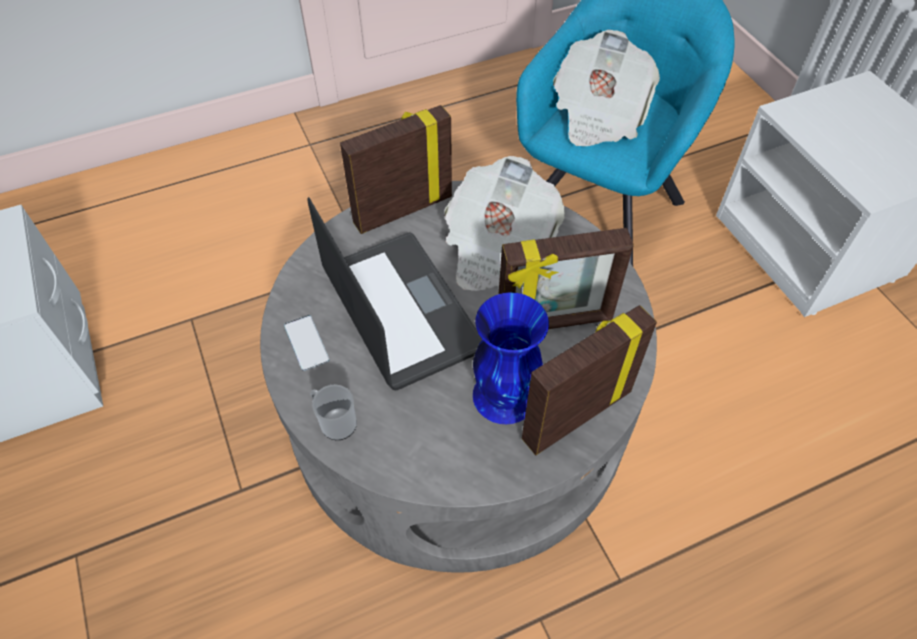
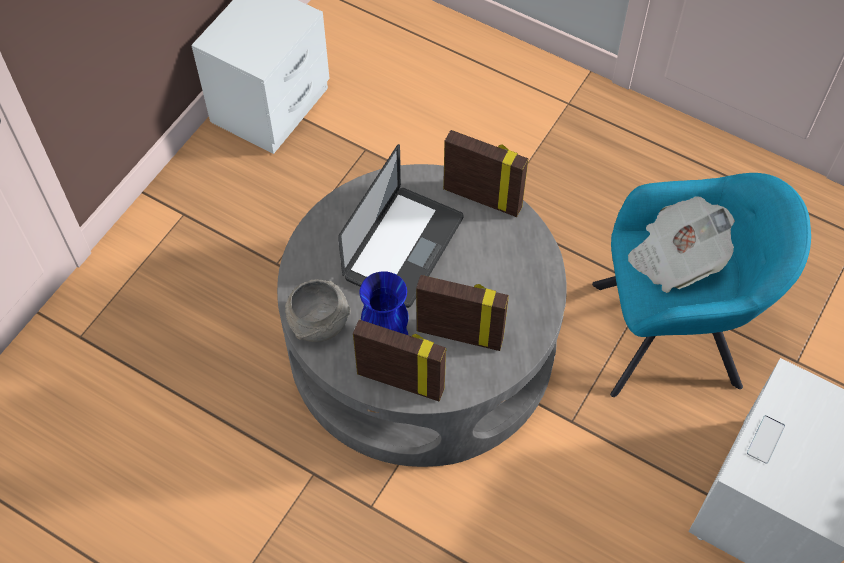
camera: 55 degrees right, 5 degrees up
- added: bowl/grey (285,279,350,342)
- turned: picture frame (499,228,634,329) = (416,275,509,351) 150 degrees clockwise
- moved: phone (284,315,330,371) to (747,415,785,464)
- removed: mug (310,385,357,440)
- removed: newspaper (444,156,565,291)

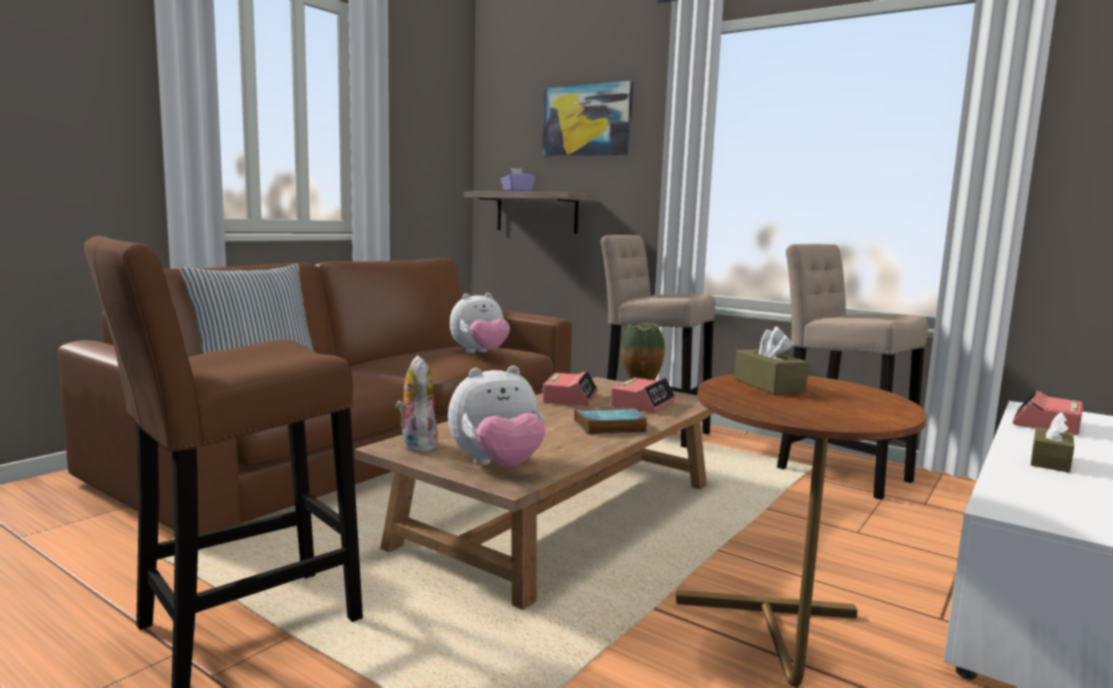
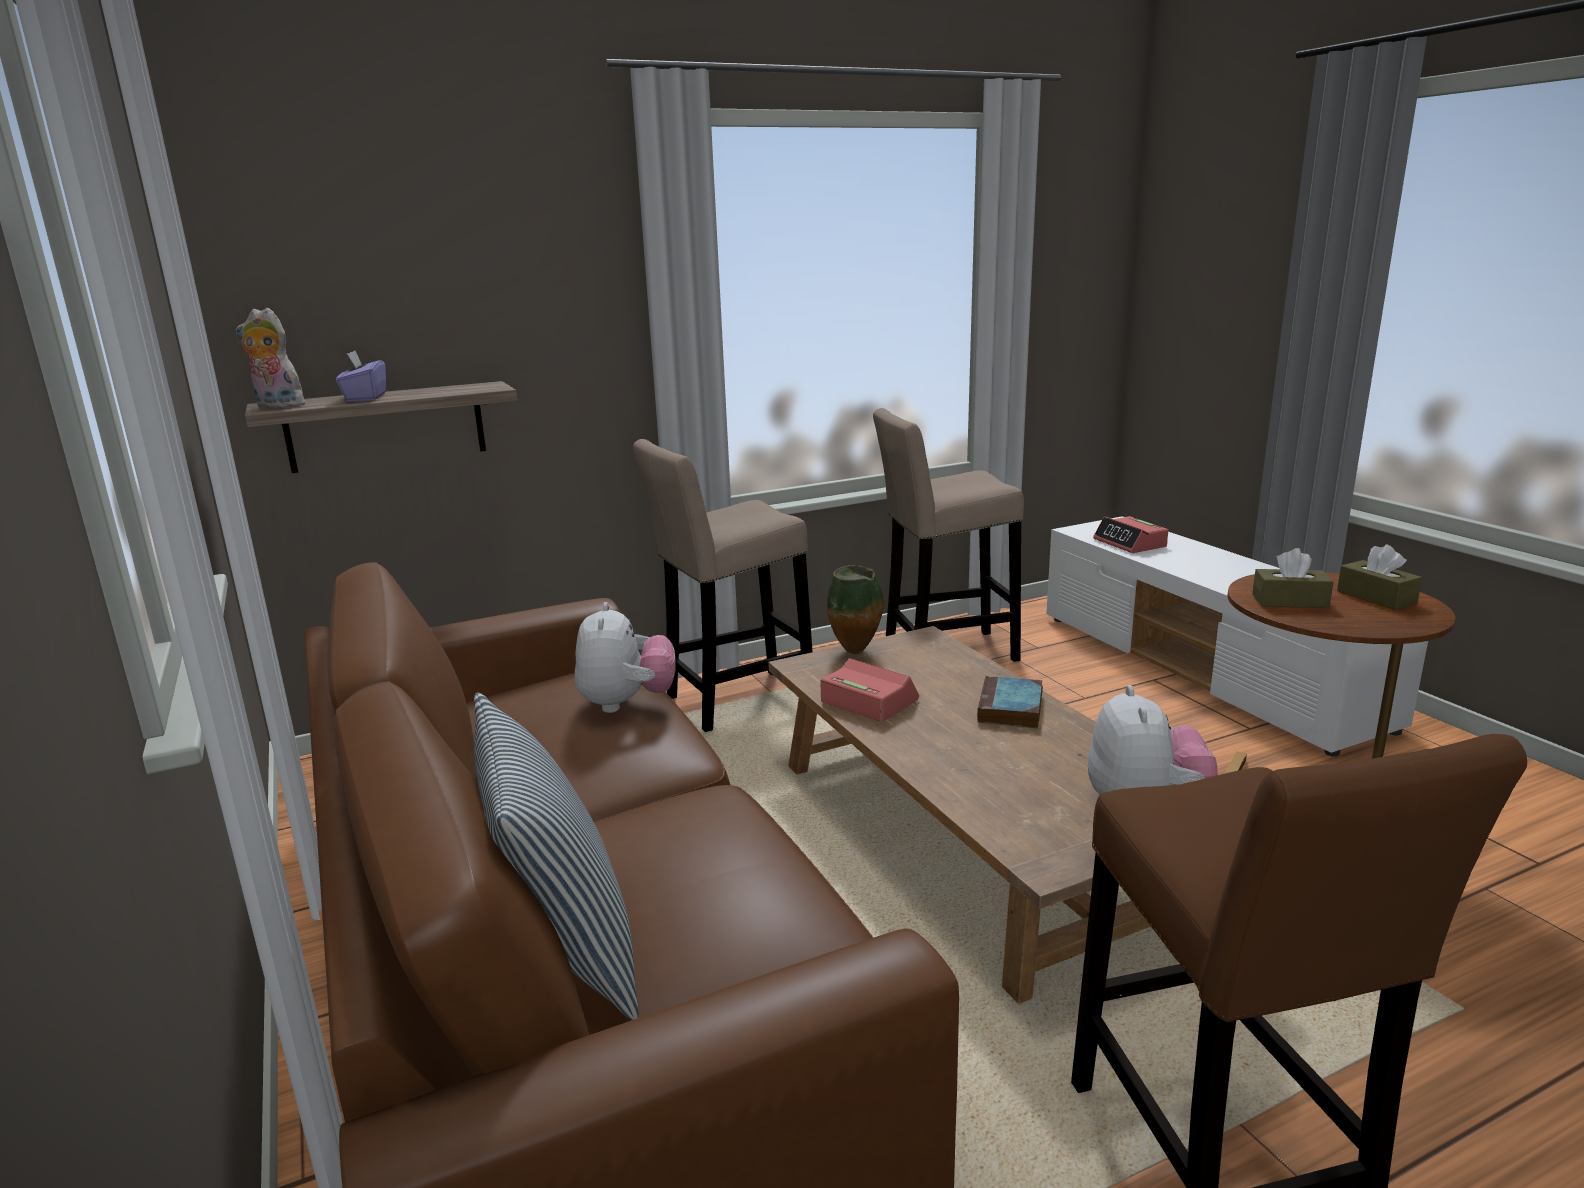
camera: 60 degrees left, 10 degrees up
- moved: plush toy (396,355,438,452) to (236,308,307,408)
- moved: tissue box/brown (1031,412,1074,473) to (1337,545,1422,610)
- removed: picture (542,80,633,157)
- removed: alarm clock (610,377,676,413)

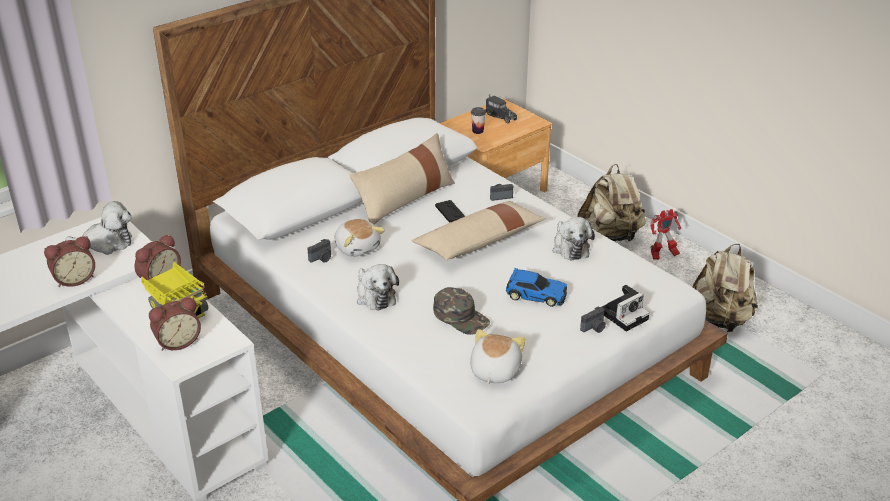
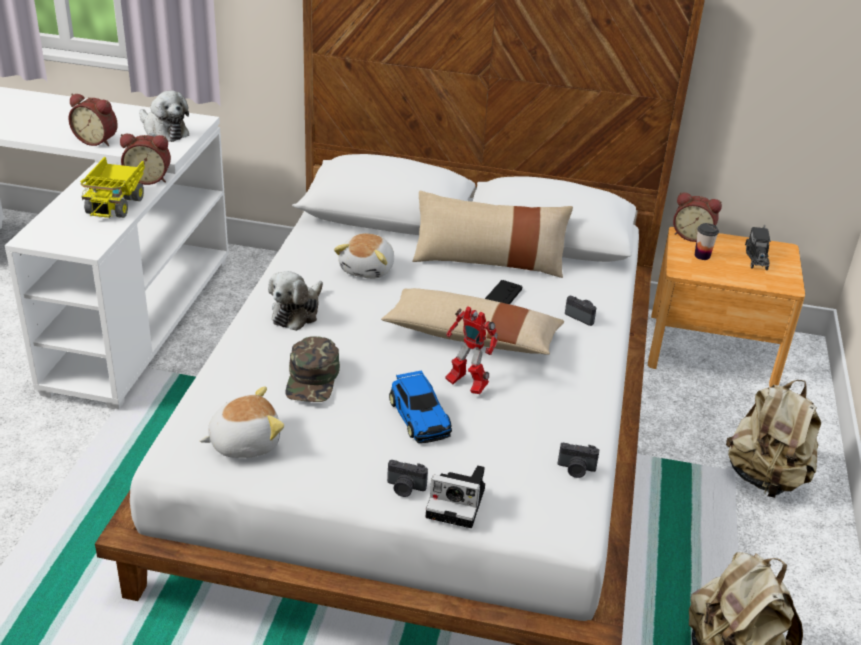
camera: 50 degrees right, 0 degrees up
- moved: toy robot (650,209,681,260) to (445,306,498,394)
- moved: photo camera (307,239,331,262) to (558,443,599,478)
- moved: alarm clock (149,297,201,351) to (673,192,722,242)
- removed: plush toy (553,217,595,260)

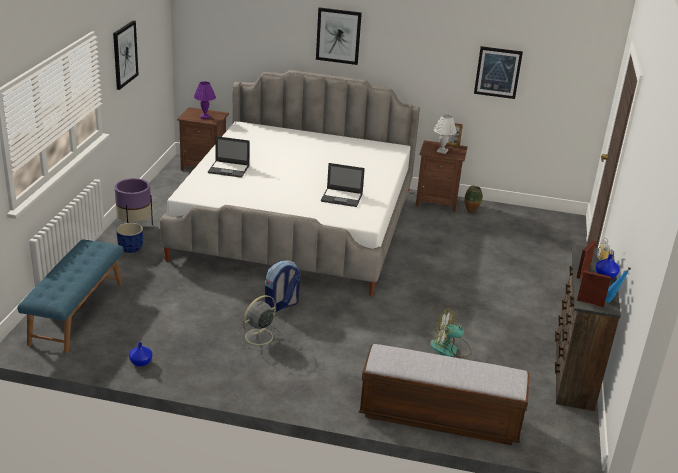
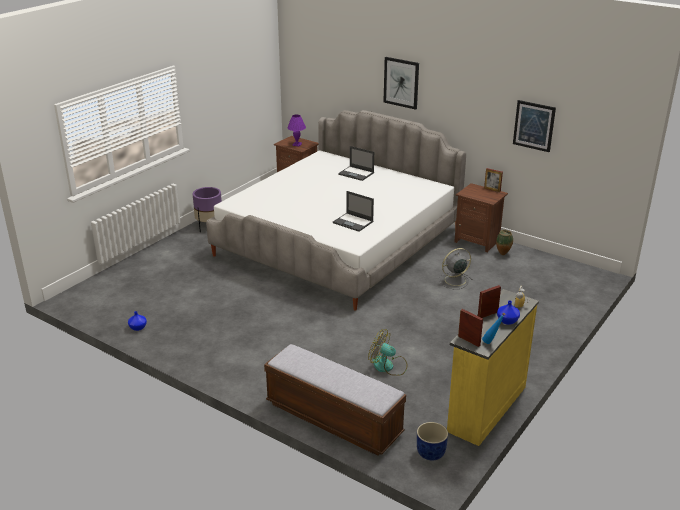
camera: 25 degrees right, 0 degrees up
- moved: laptop (208,136,250,178) to (338,146,374,181)
- moved: planter/blue (116,223,143,253) to (417,422,448,461)
- moved: fan/grey (238,295,281,351) to (439,248,473,290)
- recoloured: dresser/brown (555,245,621,411) to dresser/yellow (447,289,539,446)
- removed: bench/blue (17,239,124,353)
- removed: picture (113,20,139,90)
- removed: backpack (265,260,300,313)
- removed: table lamp/white (434,114,457,154)

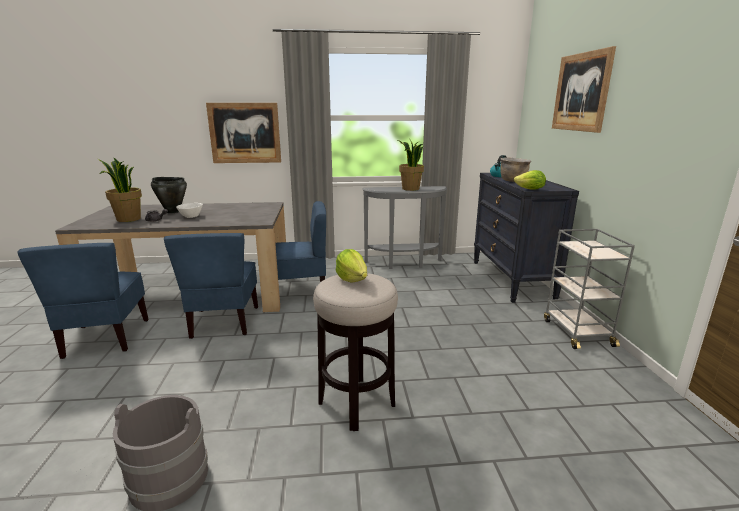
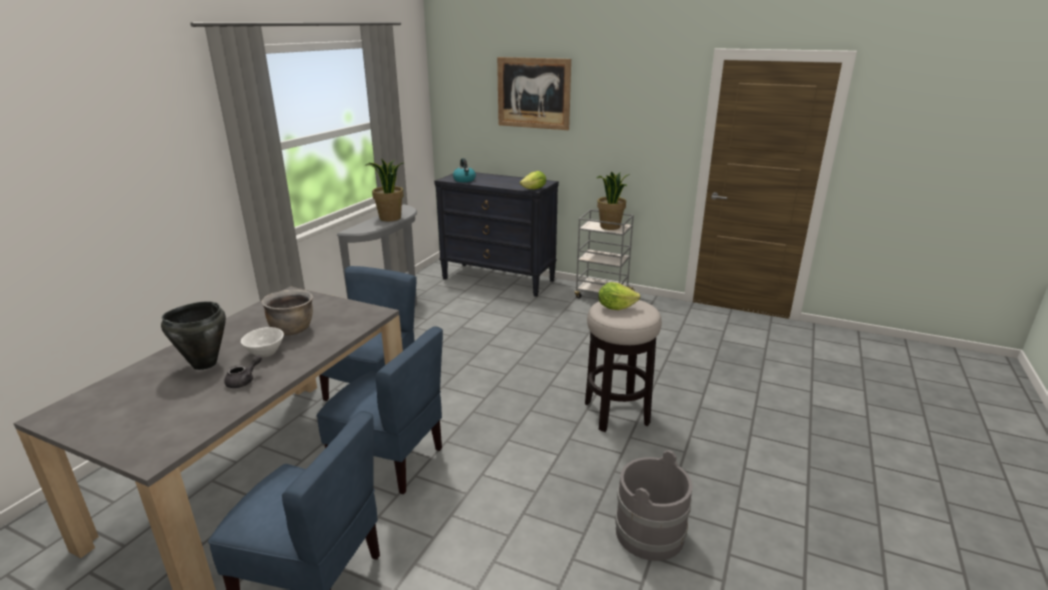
camera: 60 degrees left, 5 degrees up
- moved: cooking pot/brown (500,158,531,182) to (261,290,313,335)
- moved: potted plant (98,157,142,222) to (597,171,630,230)
- removed: picture (206,103,281,163)

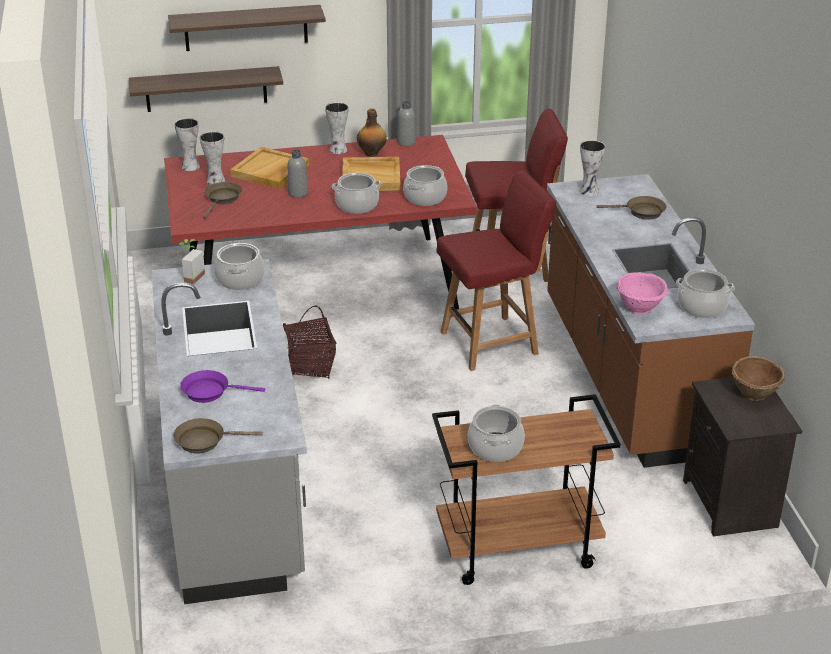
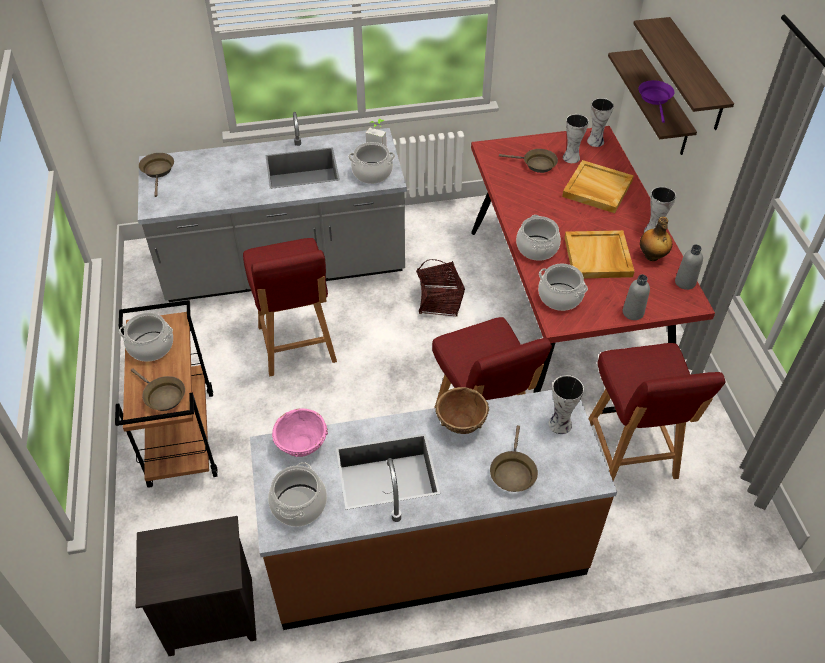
camera: 90 degrees right, 15 degrees up
- added: frying pan/brown (131,368,185,411)
- added: chair/red (243,238,337,376)
- moved: bowl/brown (732,356,785,401) to (435,387,489,434)
- moved: bottle/grey (288,149,308,198) to (623,275,650,320)
- moved: frying pan/purple (180,370,265,403) to (638,80,675,123)

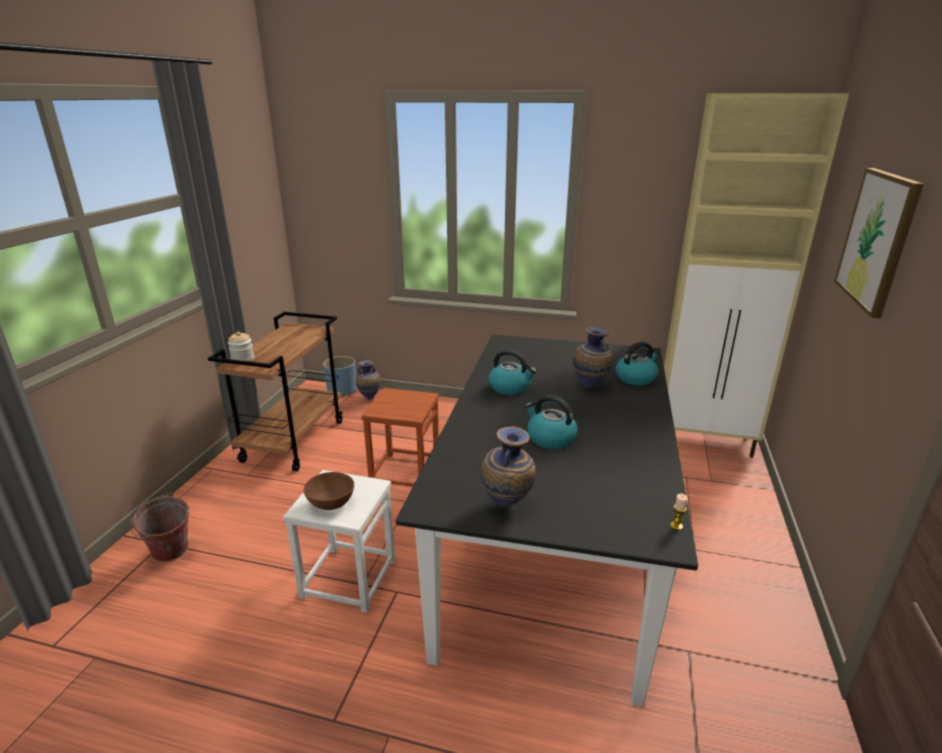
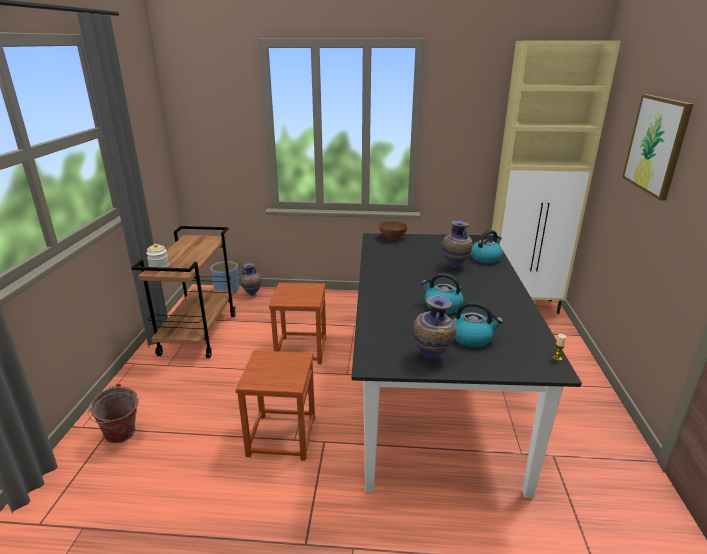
camera: 10 degrees left, 0 degrees up
- recoloured: stool/white (283,470,395,613) to stool/brown (235,350,315,461)
- moved: bowl/brown (303,472,354,510) to (379,221,408,239)
- moved: kettle (488,350,537,395) to (453,301,503,347)

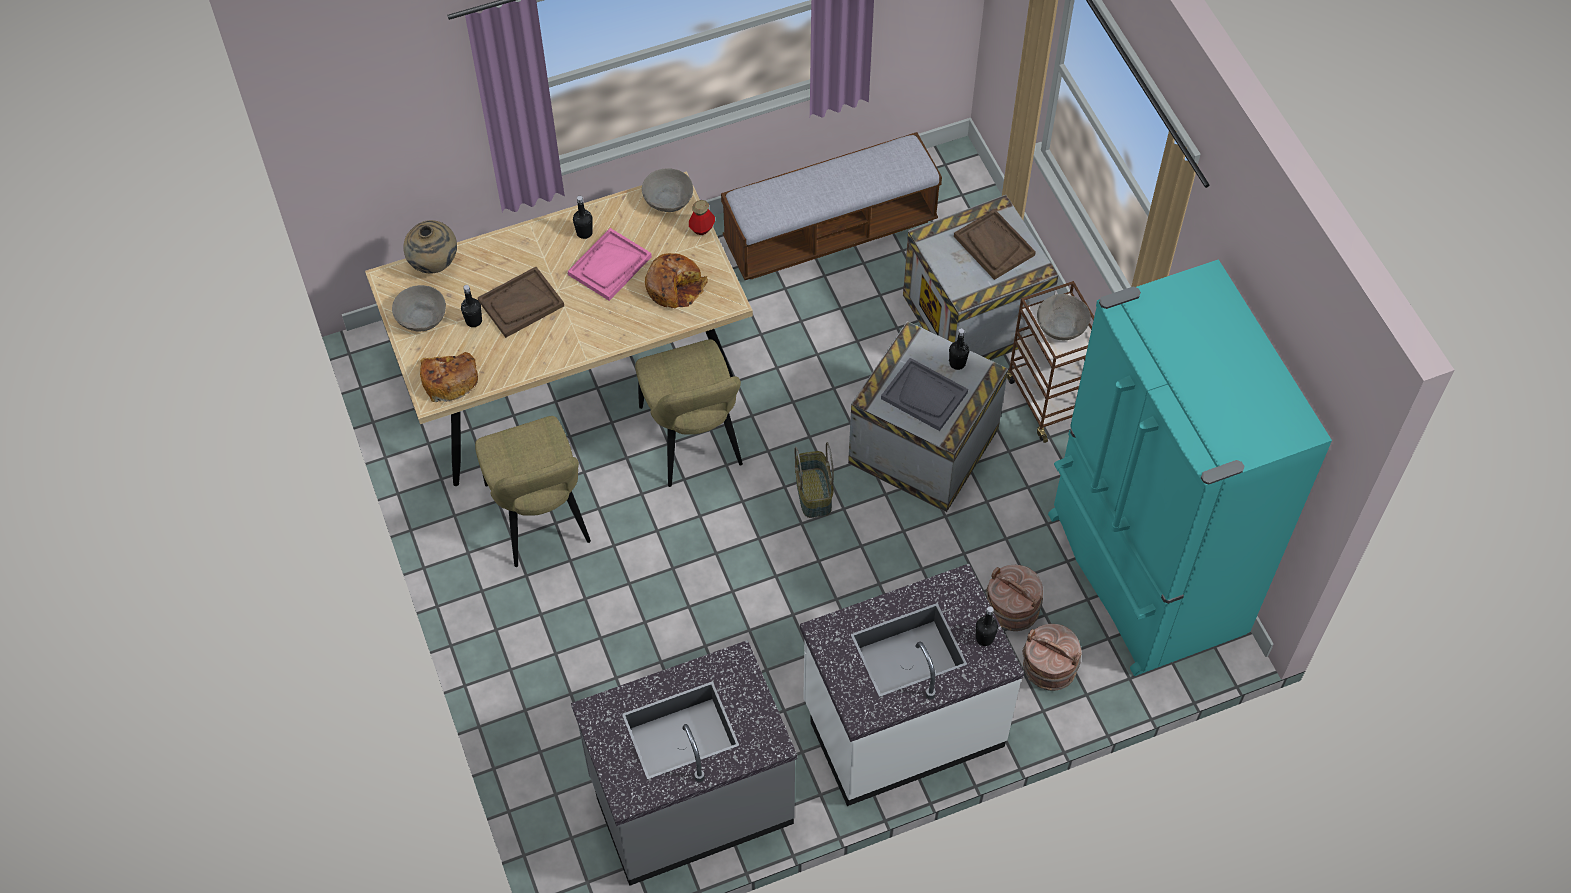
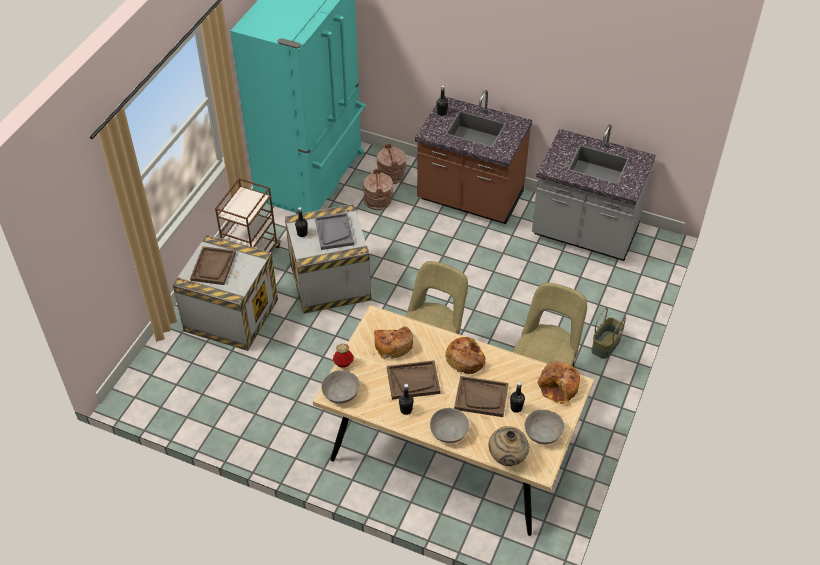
camera: 135 degrees left, 10 degrees down
- recoloured: tray/pink (568,228,652,301) to tray/brown (387,360,441,400)
- recoloured: counter/white (800,564,1024,806) to counter/brown (415,90,532,224)
- moved: bowl/grey (1037,294,1091,340) to (430,408,470,443)
- added: bread (445,337,486,374)
- moved: basket (795,442,834,518) to (591,308,626,359)
- removed: bench (721,132,942,280)

